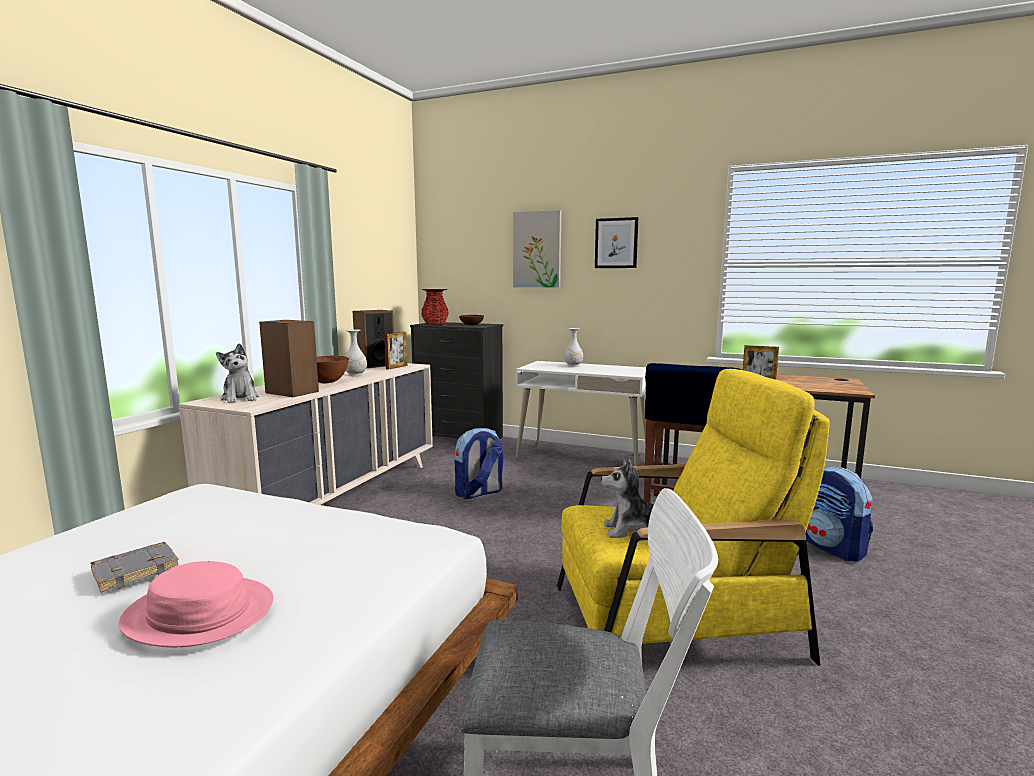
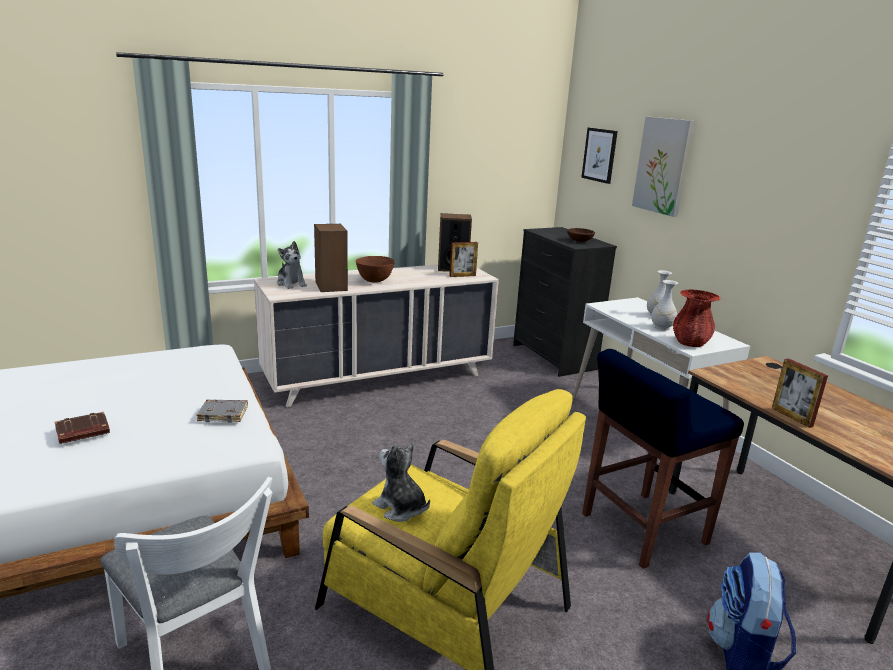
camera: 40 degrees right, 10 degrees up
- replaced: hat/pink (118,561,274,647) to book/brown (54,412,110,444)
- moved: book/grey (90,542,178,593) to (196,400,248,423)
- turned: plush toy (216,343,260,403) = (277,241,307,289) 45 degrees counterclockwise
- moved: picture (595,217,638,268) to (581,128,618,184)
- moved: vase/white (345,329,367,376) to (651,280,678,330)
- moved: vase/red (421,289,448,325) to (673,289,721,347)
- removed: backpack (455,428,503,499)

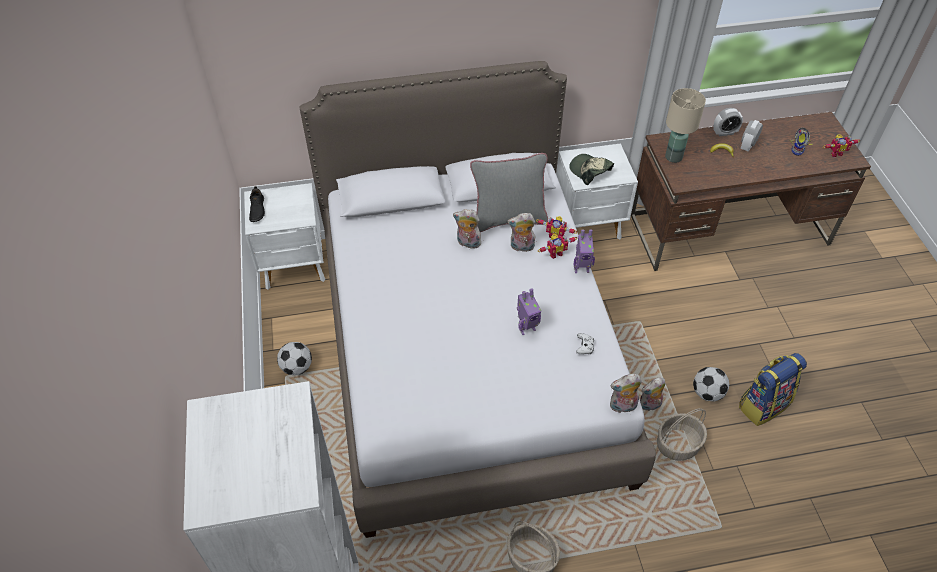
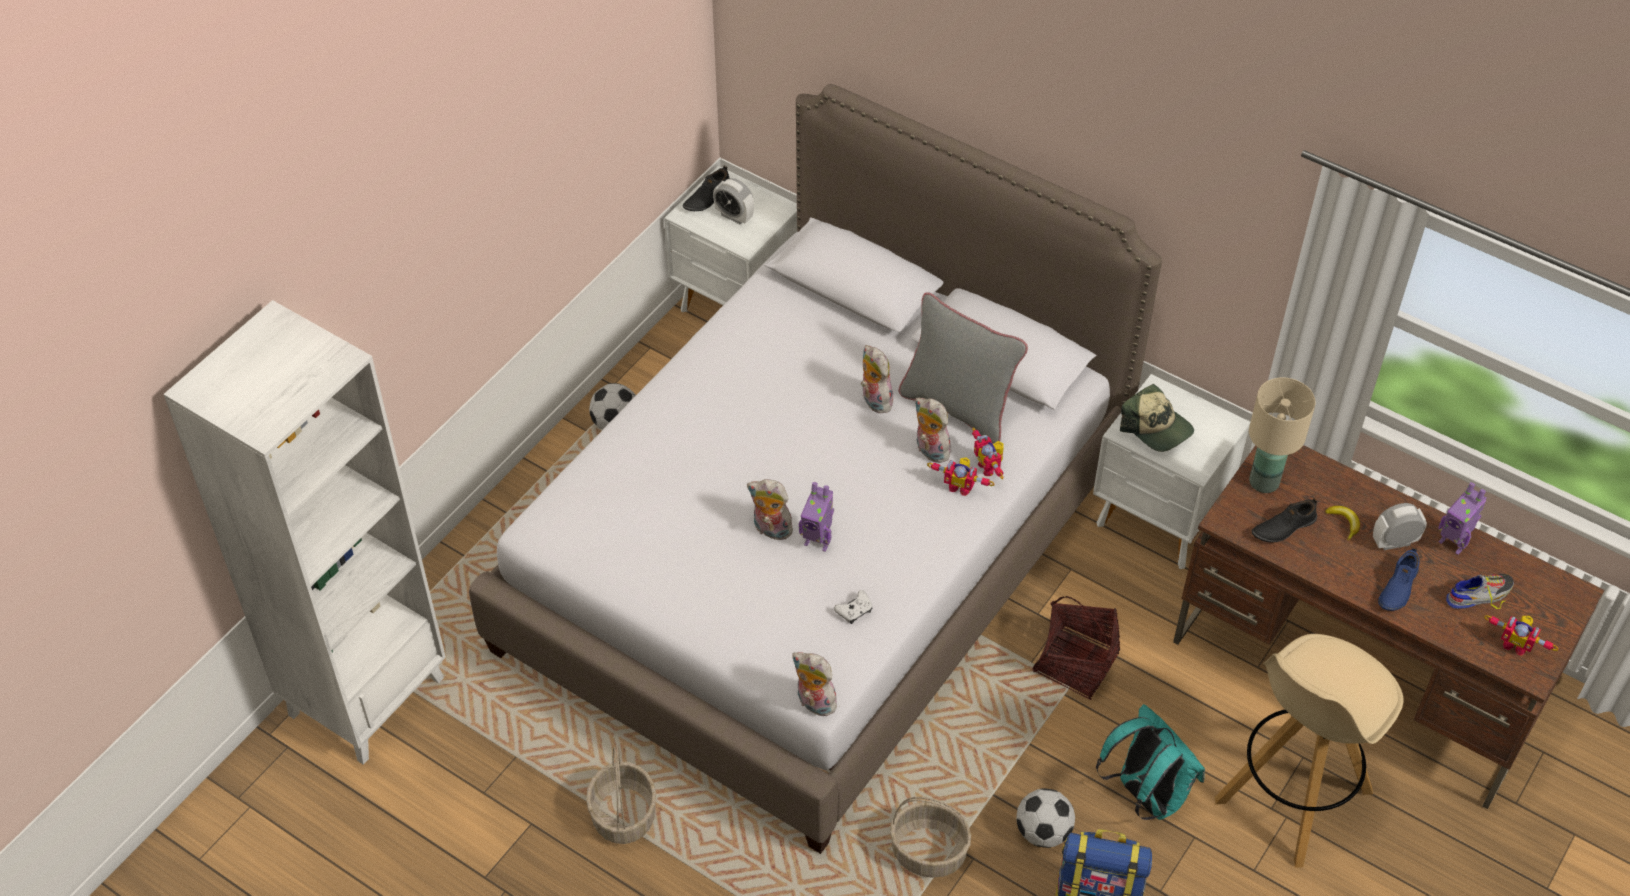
camera: 45 degrees right, 0 degrees up
- moved: alarm clock (713,108,743,136) to (713,178,754,225)
- moved: plush toy (640,377,666,411) to (747,479,796,540)
- added: basket (1033,596,1120,700)
- added: backpack/turquoise (1096,704,1205,820)
- turned: cap (569,154,614,185) = (1120,384,1194,452) 135 degrees clockwise
- added: stool/beige (1215,634,1404,868)
- added: shoe/black (1251,498,1317,543)
- added: shoe/blue (1378,548,1419,611)
- moved: toy robot (574,229,595,273) to (1438,482,1486,555)

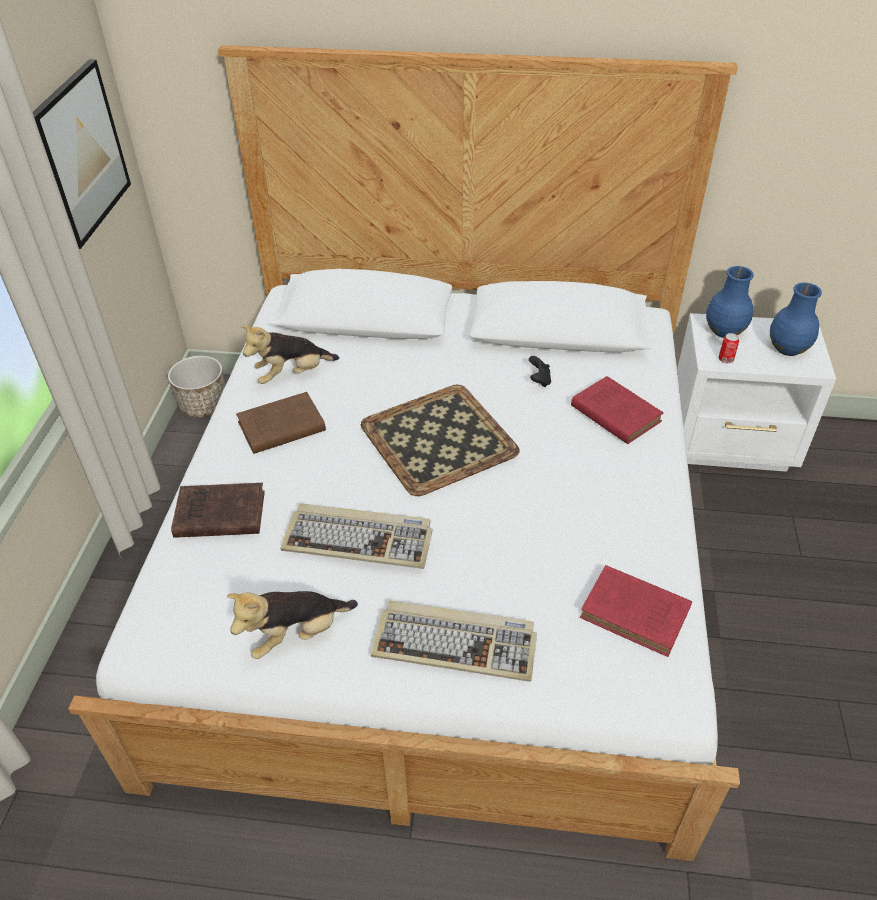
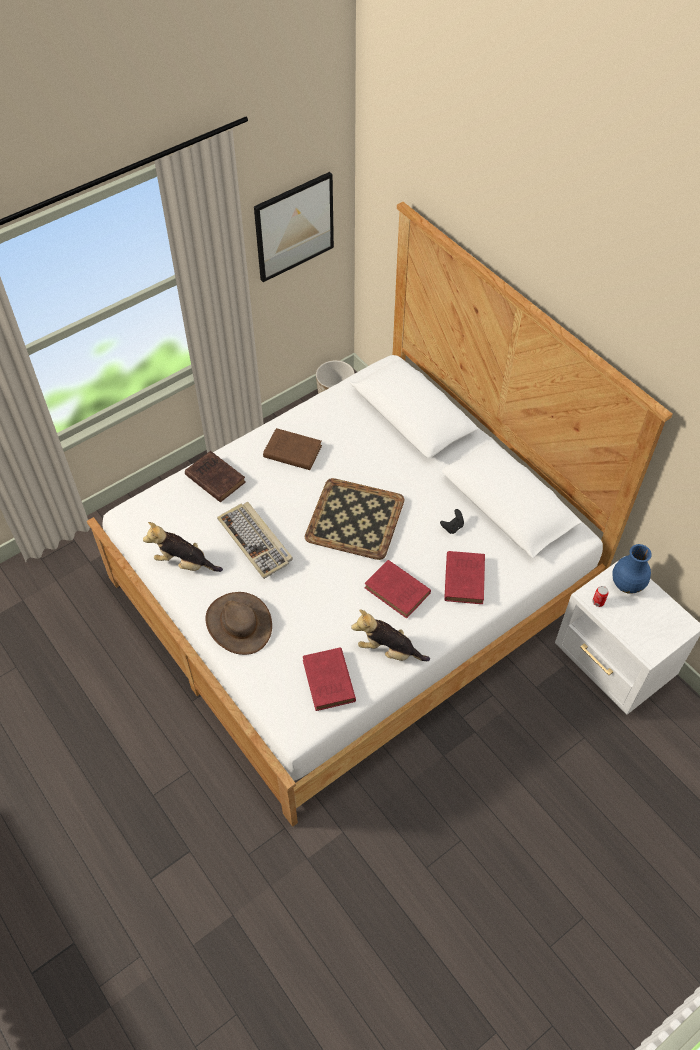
camera: 45 degrees right, 10 degrees up
- replaced: keyboard (371,600,537,682) to hat/brown (205,592,272,655)
- moved: plush toy (241,325,339,384) to (351,610,430,661)
- added: book/red (364,560,431,619)
- removed: vase/blue (770,283,822,356)

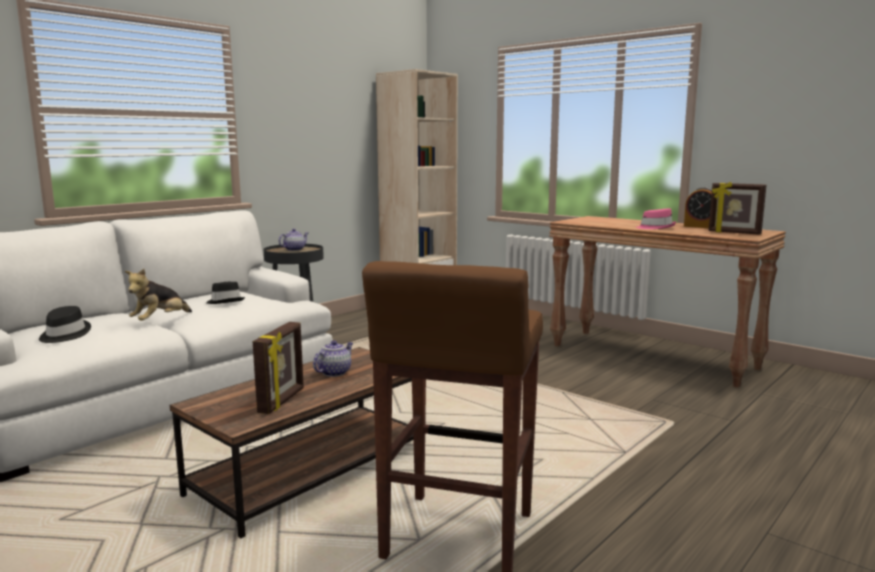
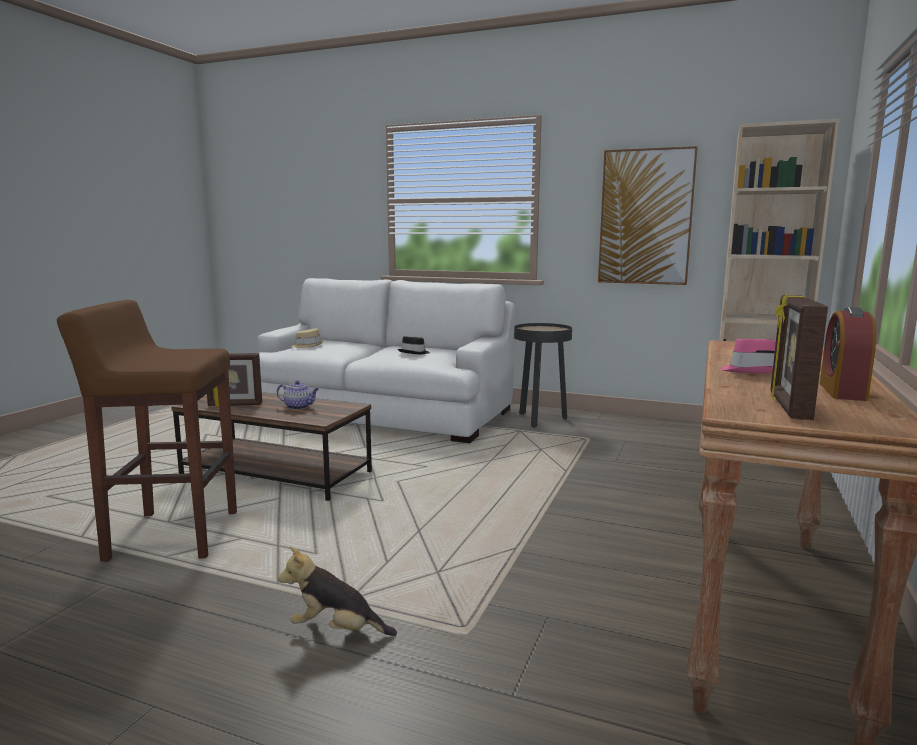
camera: 70 degrees right, 0 degrees up
- moved: plush toy (125,269,192,321) to (278,547,397,636)
- recoloured: hat/black (39,306,91,343) to hat/beige (291,328,324,348)
- added: picture (598,146,698,285)
- removed: teapot (279,229,308,251)

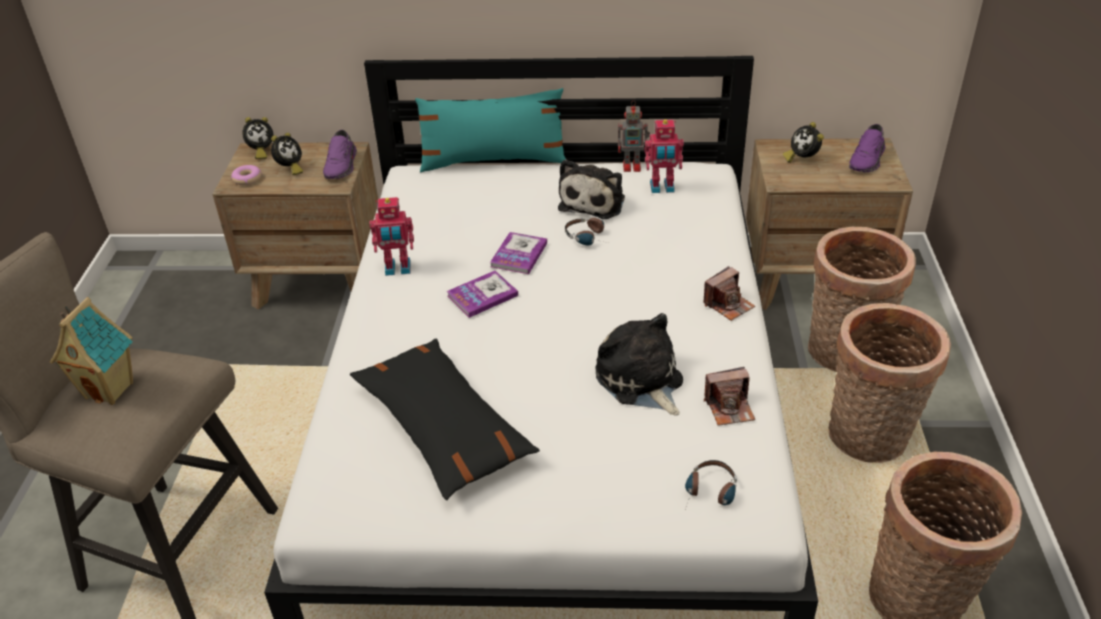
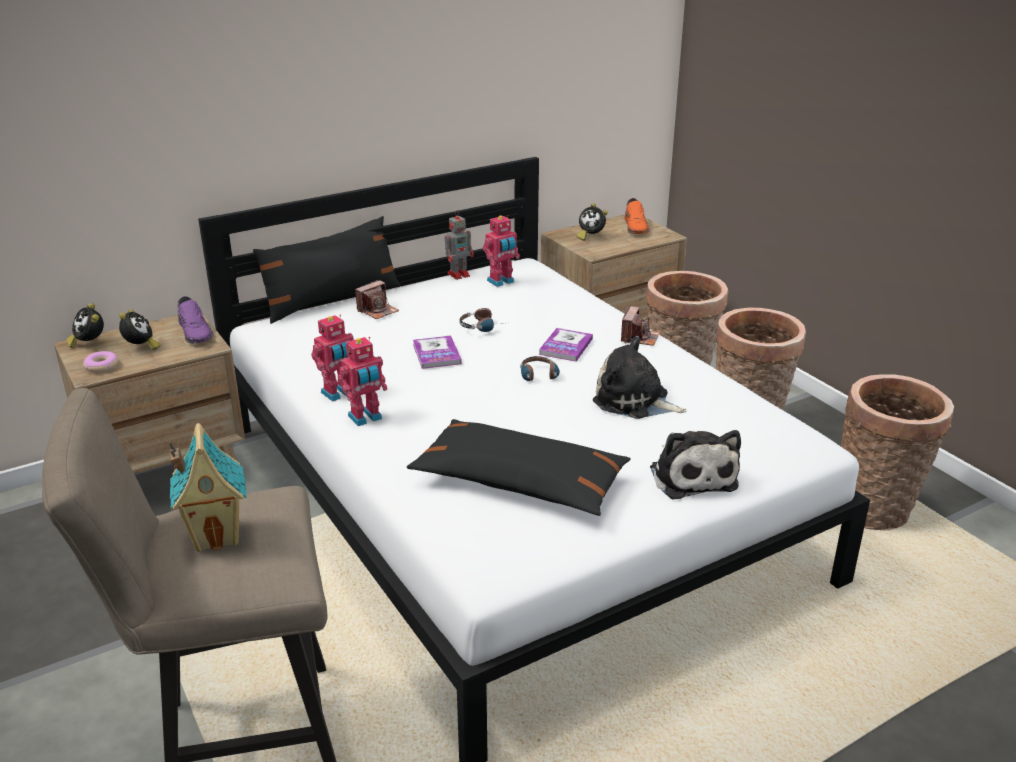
camera: 35 degrees left, 10 degrees down
- turned: alarm clock (242,117,273,159) = (67,303,104,348) 120 degrees clockwise
- recoloured: pillow/turquoise (415,88,566,172) to pillow/black (253,216,400,324)
- added: toy robot (338,337,387,426)
- moved: photo camera (704,367,755,426) to (355,280,399,319)
- moved: headphones (685,460,737,509) to (520,356,560,381)
- moved: book (447,270,518,318) to (539,328,593,362)
- recoloured: shoe/purple (849,124,885,172) to shoe/orange (624,198,650,234)
- moved: plush toy (558,159,625,219) to (650,430,741,499)

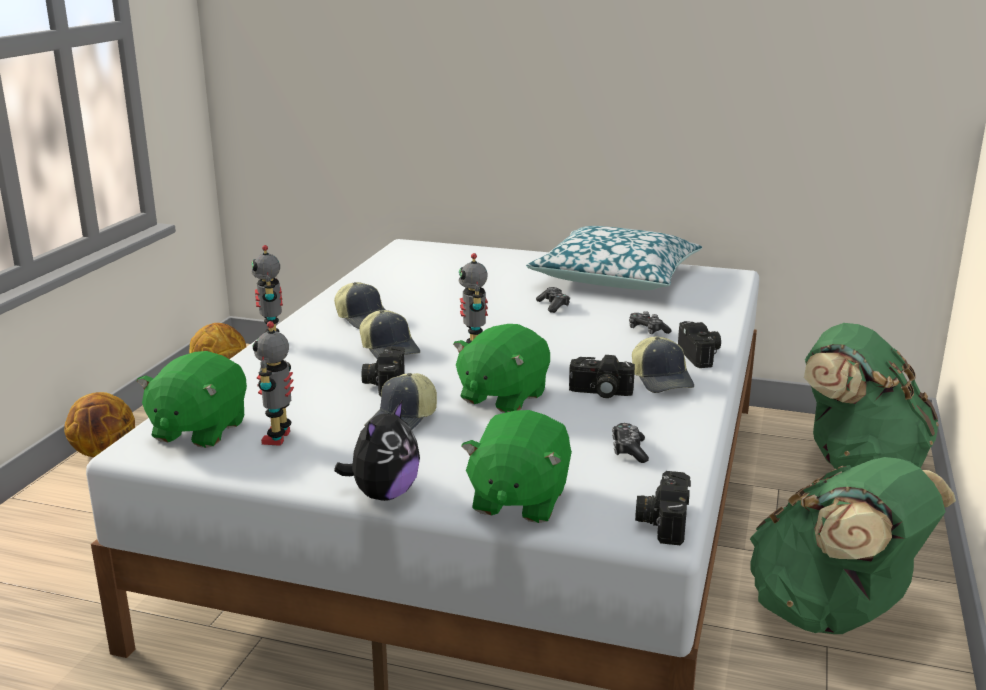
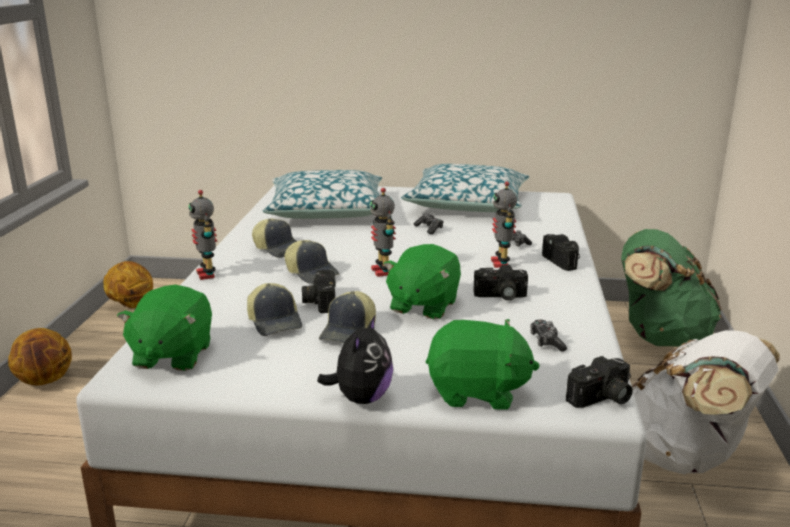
camera: 10 degrees left, 0 degrees up
- moved: cap (632,337,694,393) to (247,283,302,336)
- added: pillow (263,170,382,219)
- turned: plush toy/green (461,410,572,523) = (426,319,540,410) 90 degrees counterclockwise
- moved: toy robot (252,321,294,446) to (491,181,517,268)
- turned: photo camera (635,471,691,545) = (566,356,633,408) 120 degrees counterclockwise
- recoloured: backpack/green (750,457,956,634) to backpack/white (632,330,780,474)

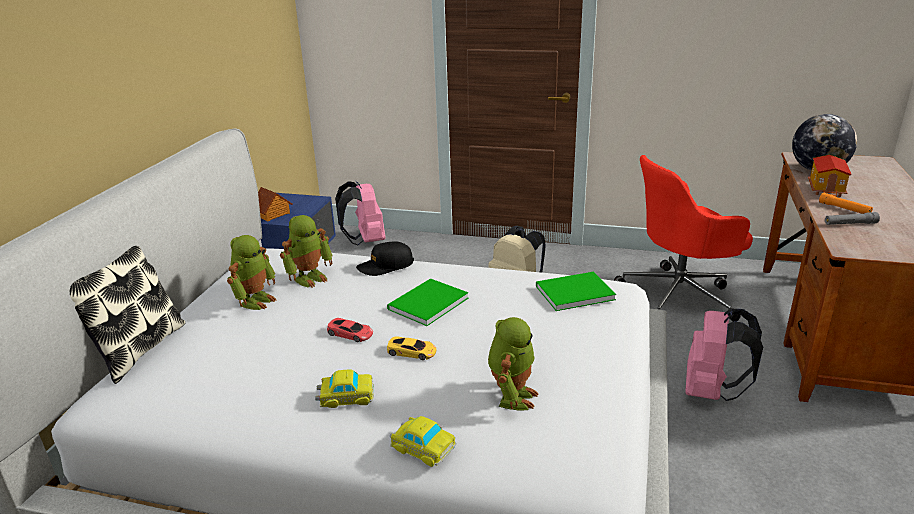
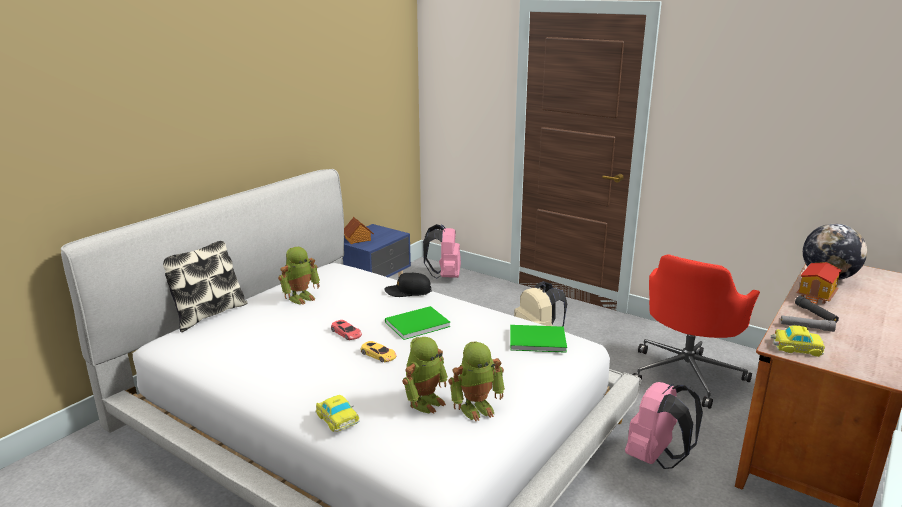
camera: 20 degrees right, 5 degrees down
- moved: toy robot (280,215,333,288) to (448,341,505,421)
- turned: office chair/red (614,155,753,322) = (633,254,760,409) 60 degrees counterclockwise
- moved: toy car (315,370,374,408) to (771,325,825,357)
- recoloured: flashlight/orange (819,193,873,214) to flashlight/black (795,296,839,323)

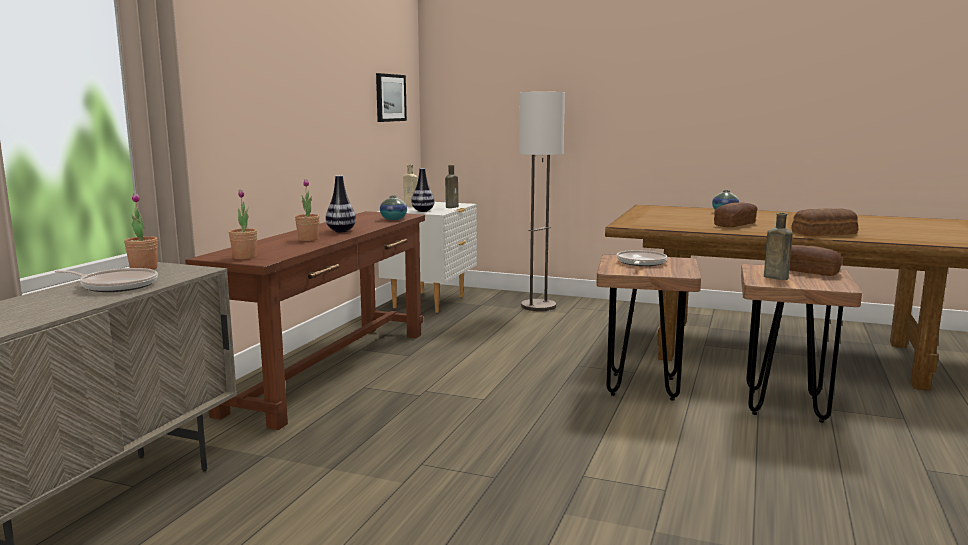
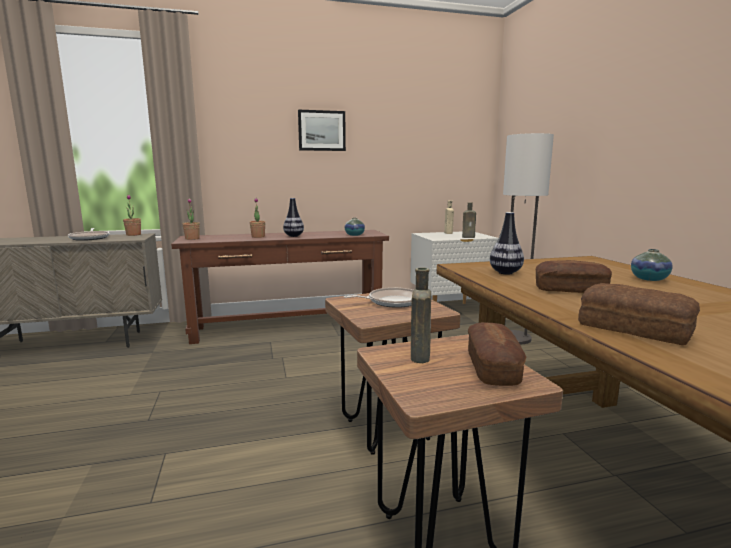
camera: 55 degrees right, 0 degrees up
- moved: picture (376,73,407,122) to (298,109,346,151)
- moved: vase (411,168,435,212) to (490,212,524,274)

